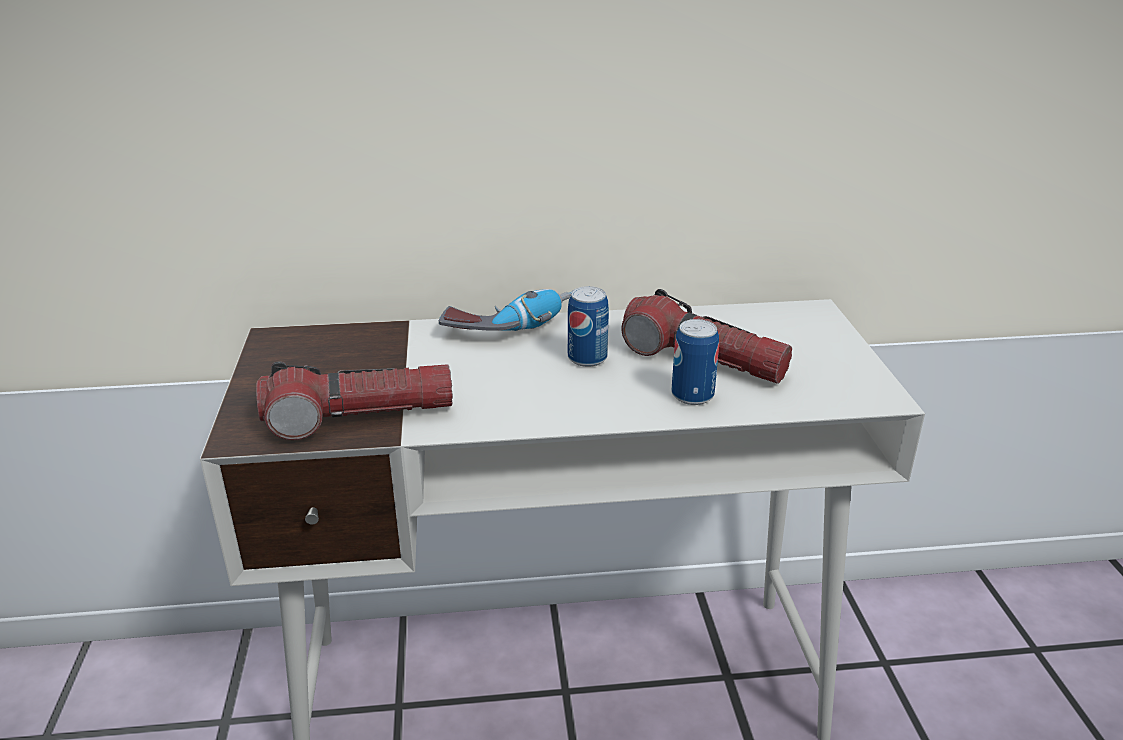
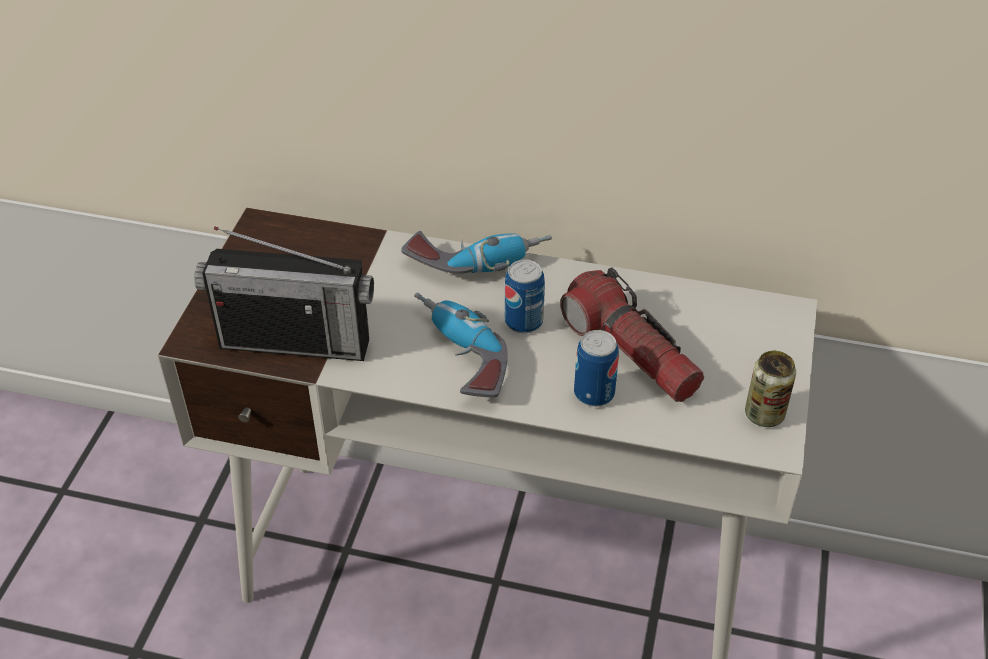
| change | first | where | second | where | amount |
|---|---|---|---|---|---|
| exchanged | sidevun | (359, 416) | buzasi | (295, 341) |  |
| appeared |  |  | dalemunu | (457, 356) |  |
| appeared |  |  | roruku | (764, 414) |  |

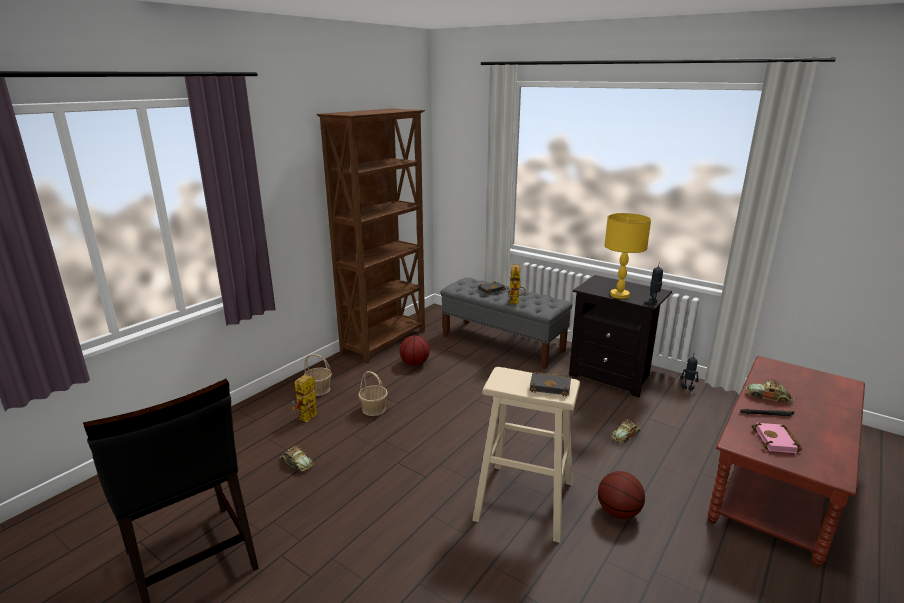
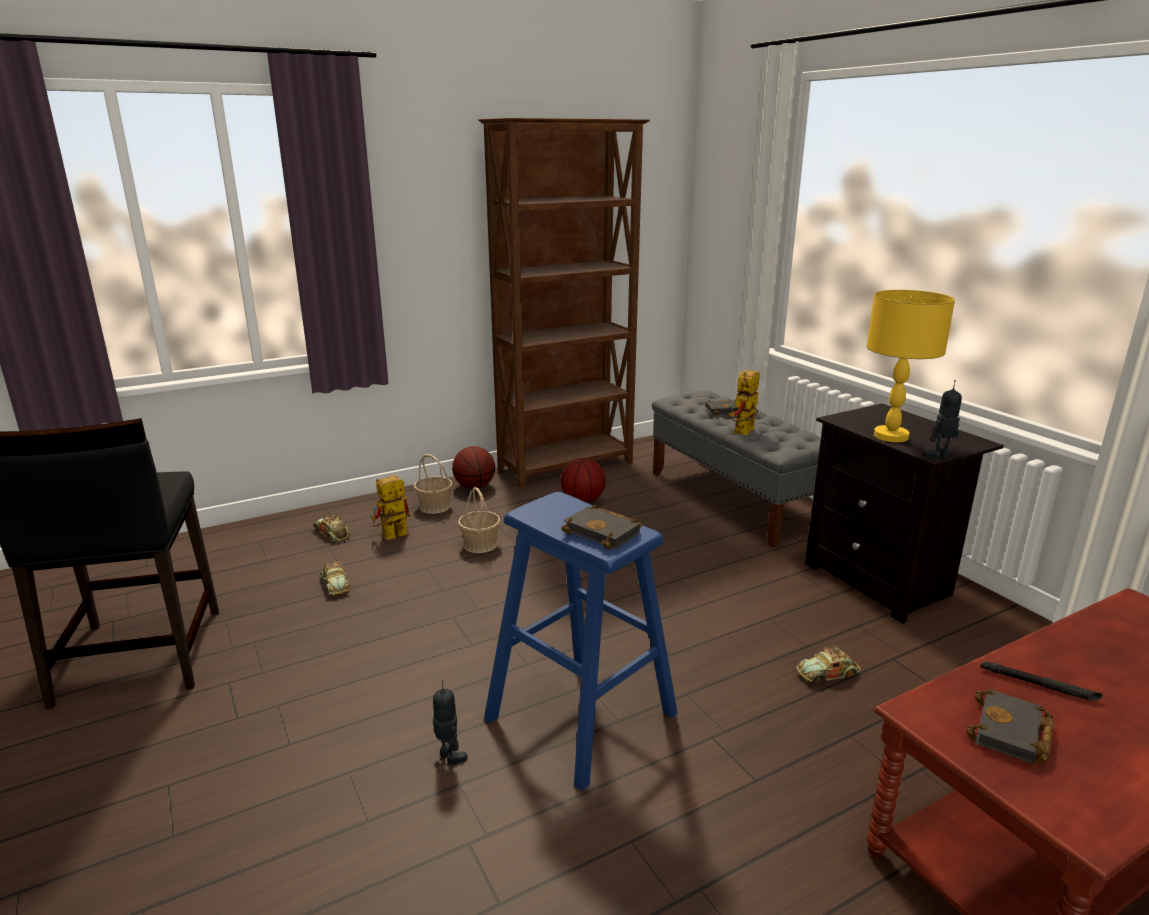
| change | first | where | second | where | amount |
|---|---|---|---|---|---|
| colour | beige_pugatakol | (525, 500) | blue_pugatakol | (581, 716) |  |
| relocated | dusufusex | (618, 512) |  | (474, 487) |  |
| relocated | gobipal | (687, 388) |  | (449, 757) |  |
| relocated | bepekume | (768, 397) |  | (332, 533) |  |
| colour | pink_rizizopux | (777, 441) | black_rizizopux | (1012, 734) |  |

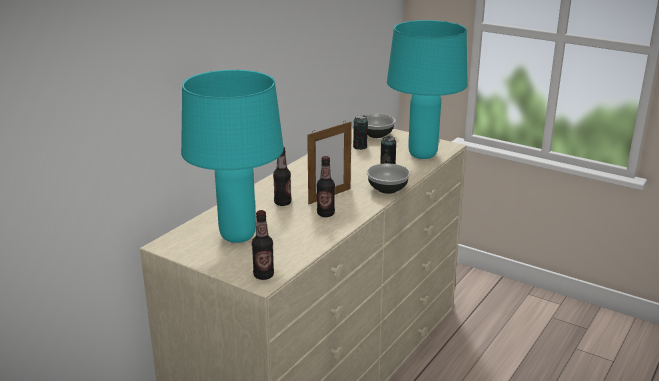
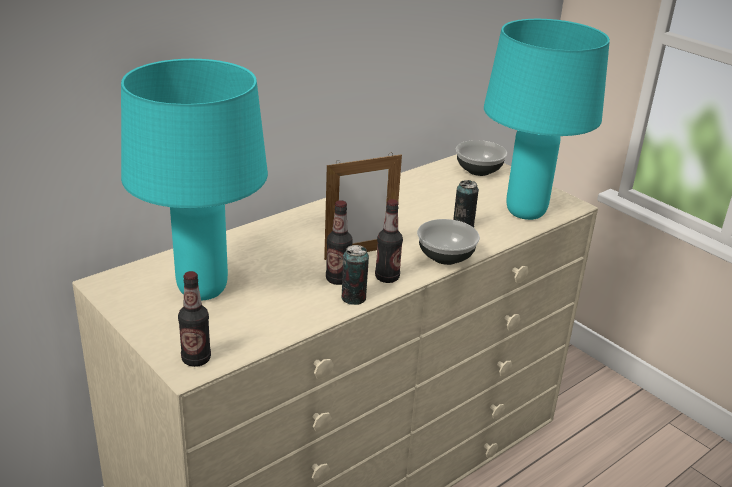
| change | first | where | second | where | amount |
|---|---|---|---|---|---|
| relocated | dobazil | (282, 203) |  | (387, 277) |  |
| relocated | roruku | (360, 147) |  | (353, 298) |  |

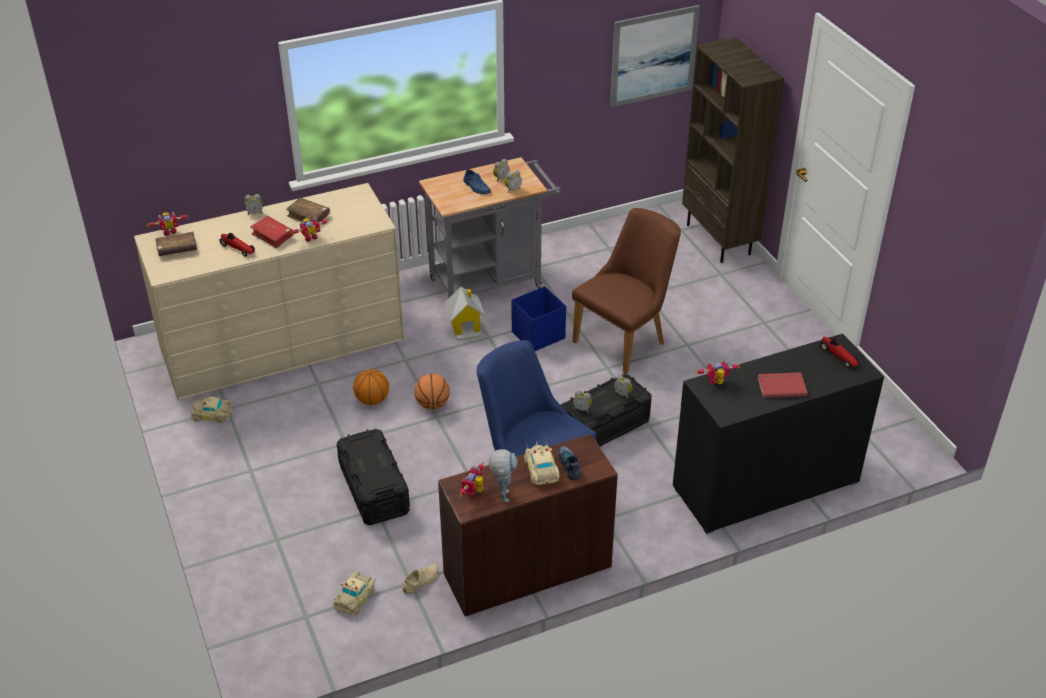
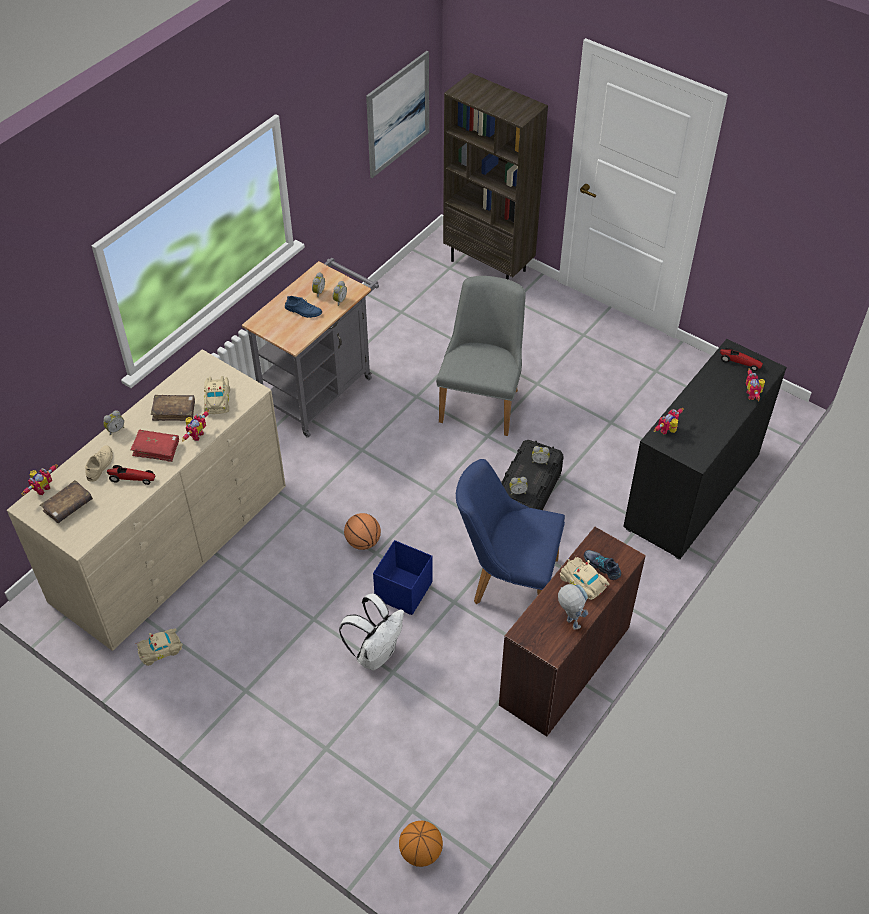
| change | first | where | second | where | amount |
|---|---|---|---|---|---|
| relocated | beige_bepekume | (356, 597) |  | (218, 399) |  |
| exchanged | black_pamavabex | (374, 489) | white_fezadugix | (376, 653) |  |
| relocated | dusufusex | (372, 400) |  | (421, 852) |  |
| relocated | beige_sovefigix | (421, 581) |  | (100, 465) |  |
| missing | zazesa | (466, 328) |  |  |  |
| relocated | gobipal | (474, 492) |  | (753, 394) |  |
| relocated | blue_pamavabex | (537, 335) |  | (403, 591) |  |
| colour | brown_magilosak | (626, 339) | grey_magilosak | (482, 400) |  |
| missing | red_rizizopux | (781, 386) |  |  |  |

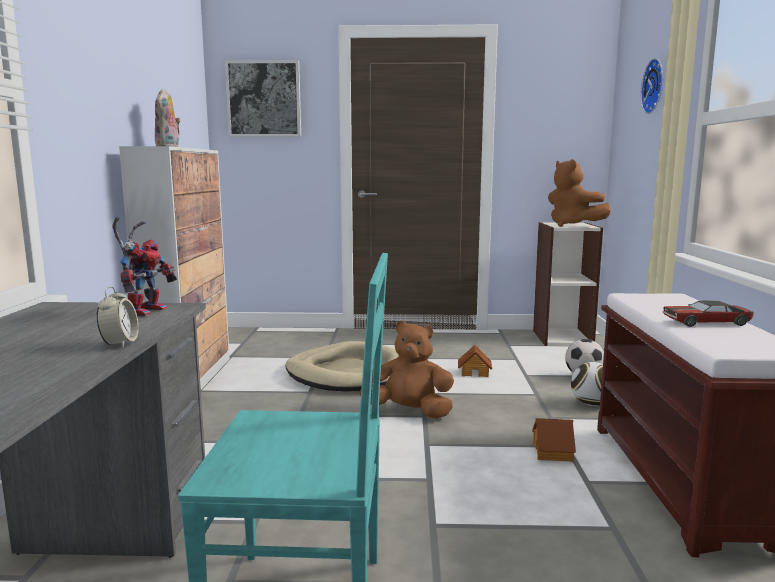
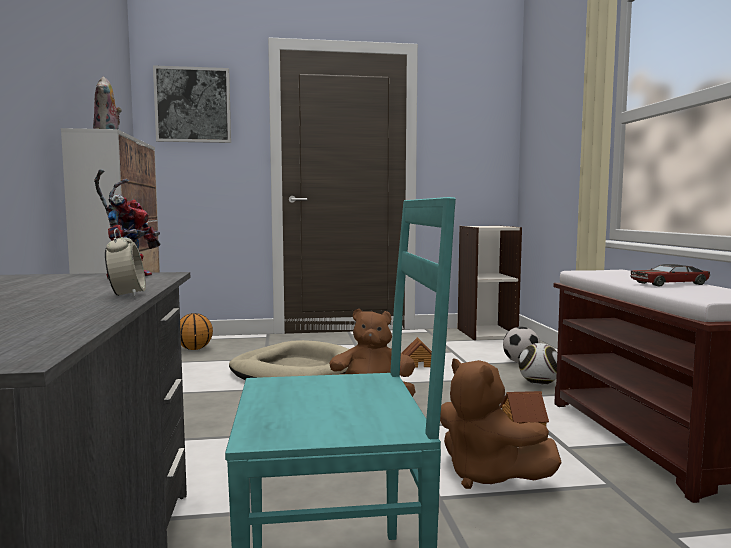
| change | first | where | second | where | amount |
|---|---|---|---|---|---|
| relocated | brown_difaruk | (572, 225) |  | (487, 476) |  |
| missing | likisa | (655, 86) |  |  |  |
| appeared |  |  | dusufusex | (194, 349) |  |

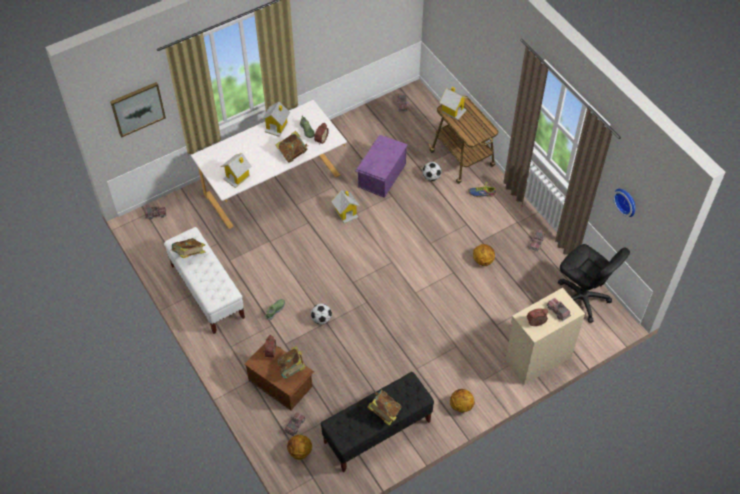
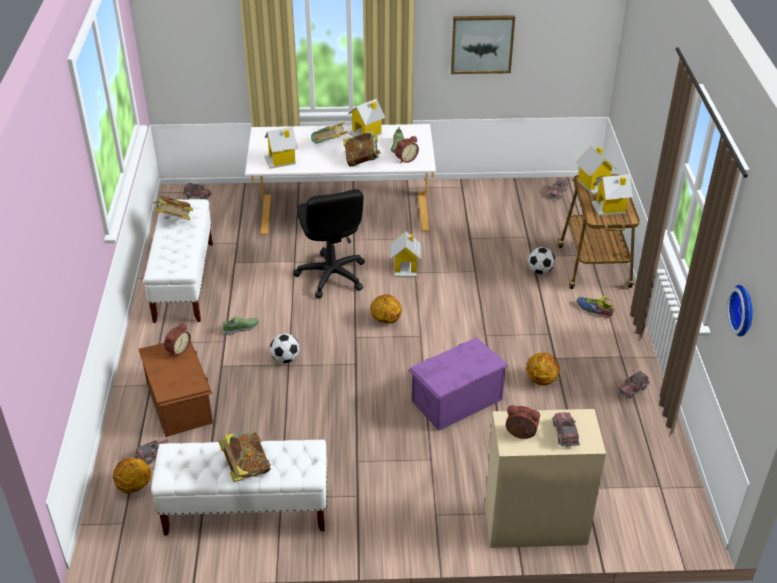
| change | first | where | second | where | amount |
|---|---|---|---|---|---|
| relocated | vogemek | (137, 108) |  | (482, 44) |  |
| relocated | rizizopux | (292, 368) |  | (329, 146) |  |
| colour | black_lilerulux | (377, 432) | white_lilerulux | (246, 510) |  |
| relocated | purple_pamavabex | (381, 175) |  | (455, 400) |  |
| relocated | dusufusex | (461, 406) |  | (385, 320) |  |
| relocated | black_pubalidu | (581, 298) |  | (331, 276) |  |
| appeared |  |  | zazesa | (610, 208) |  |

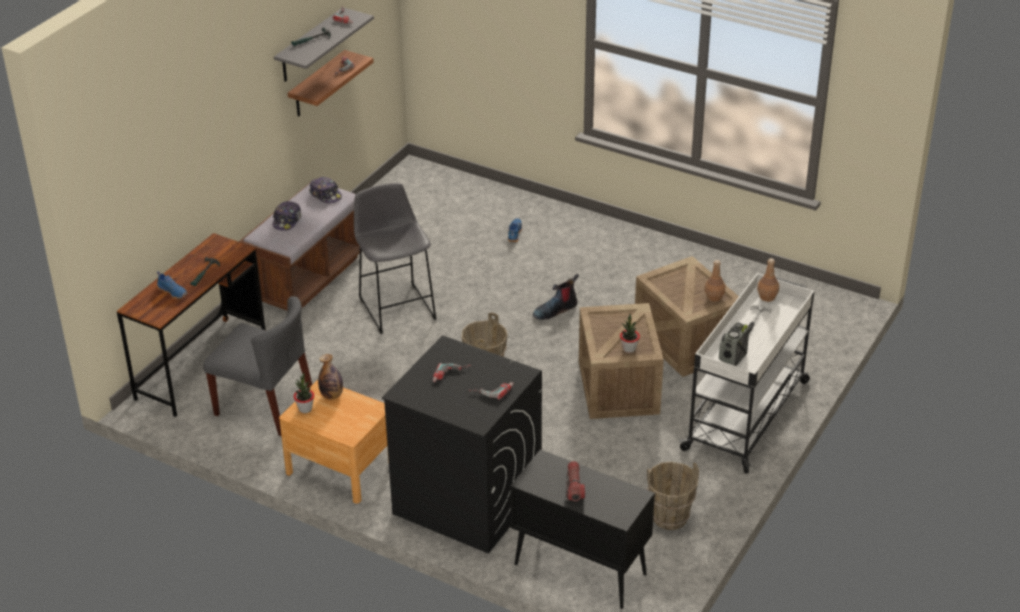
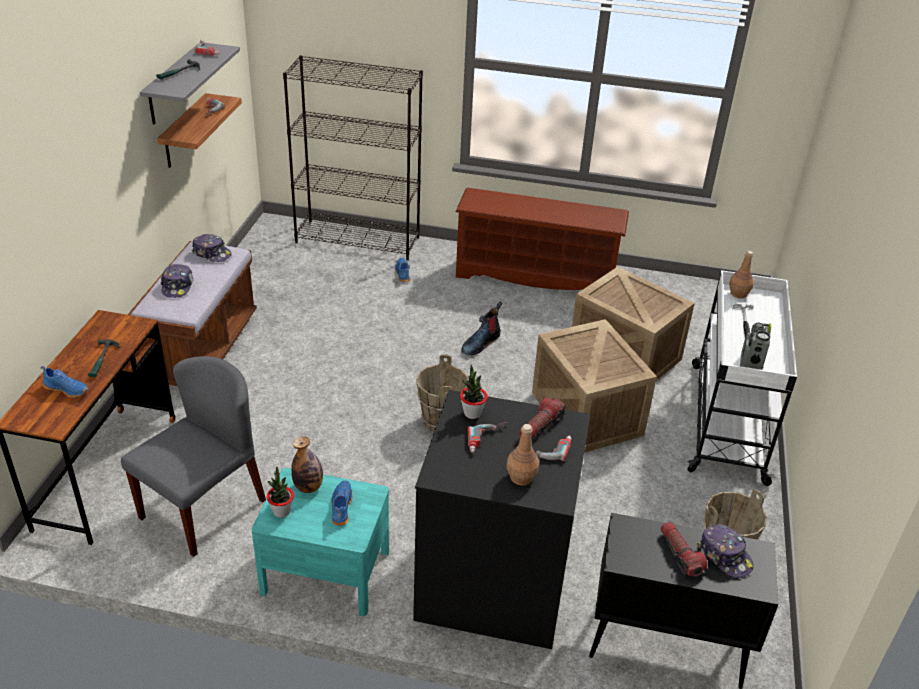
| change | first | where | second | where | amount |
|---|---|---|---|---|---|
| spun | grey_magilosak | (265, 406) |  | (203, 508) | 60 degrees counterclockwise |
| colour | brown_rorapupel | (340, 468) | turquoise_rorapupel | (325, 571) |  |
| missing | grey_pugatakol | (396, 305) |  |  |  |
| relocated | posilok | (629, 349) |  | (472, 413) |  |
| relocated | brown_dobazil | (713, 297) |  | (521, 477) |  |
| appeared |  |  | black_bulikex | (358, 240) |  |
| appeared |  |  | blue_sovefigix | (340, 507) |  |
| appeared |  |  | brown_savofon | (536, 276) |  |
| appeared |  |  | sidevun | (540, 426) |  |
| appeared |  |  | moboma | (724, 556) |  |

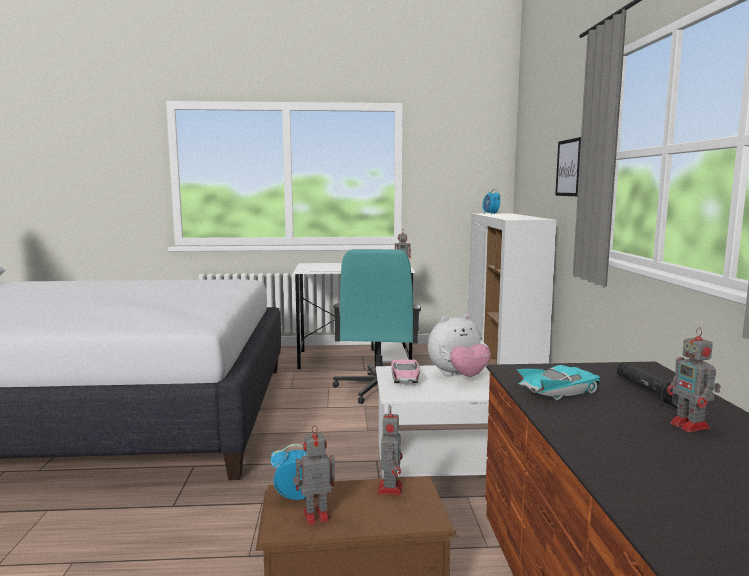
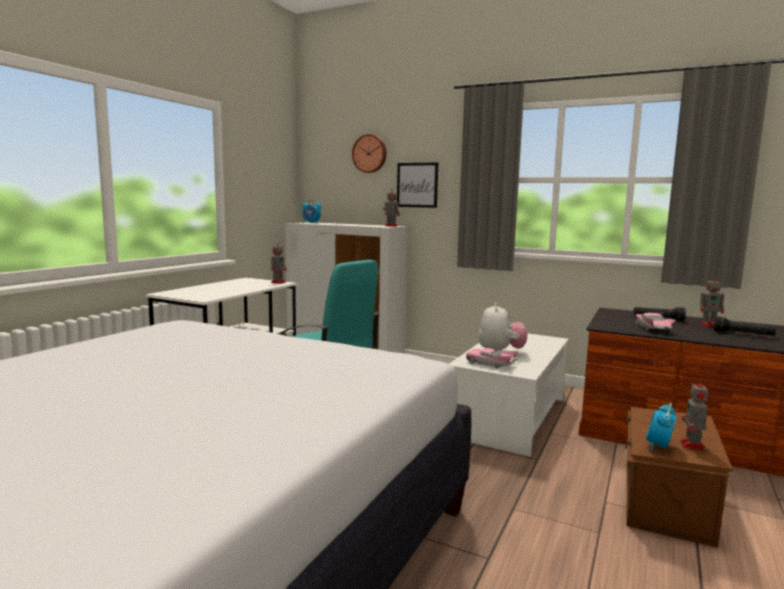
| change | first | where | second | where | amount |
|---|---|---|---|---|---|
| relocated | gobipal | (390, 488) |  | (390, 226) |  |
| colour | turquoise_bepekume | (559, 392) | pink_bepekume | (652, 328) |  |
| appeared |  |  | likisa | (370, 154) |  |
| appeared |  |  | black_sidevun | (743, 334) |  |

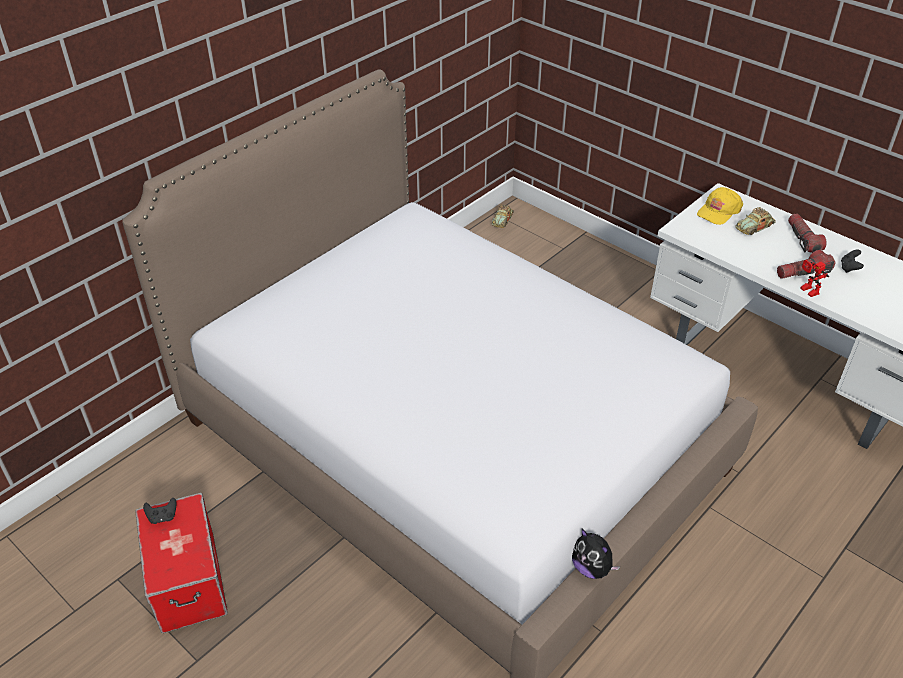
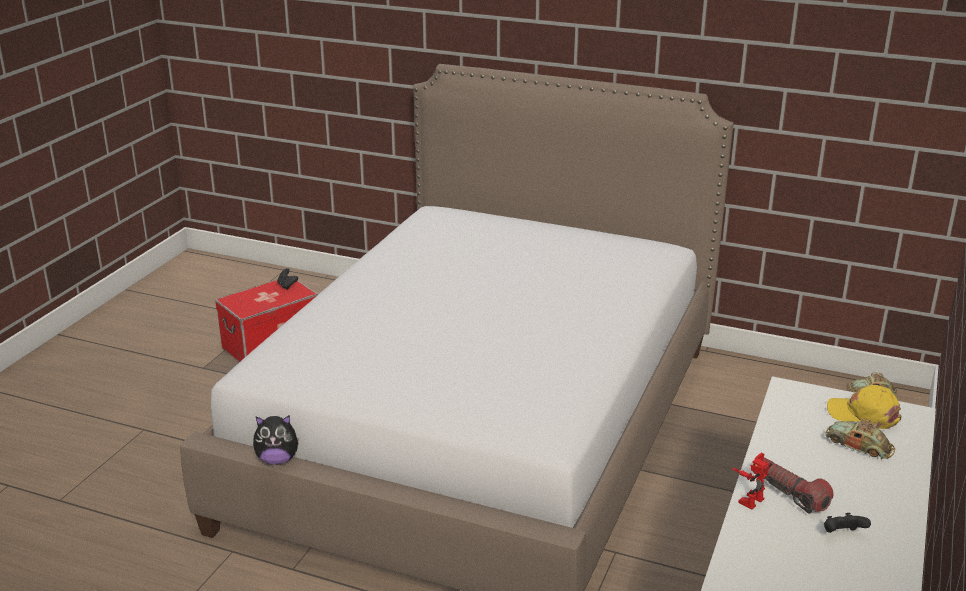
| change | first | where | second | where | amount |
|---|---|---|---|---|---|
| spun | difaruk | (591, 568) |  | (278, 460) | 120 degrees counterclockwise |
| missing | sidevun | (803, 239) |  |  |  |

